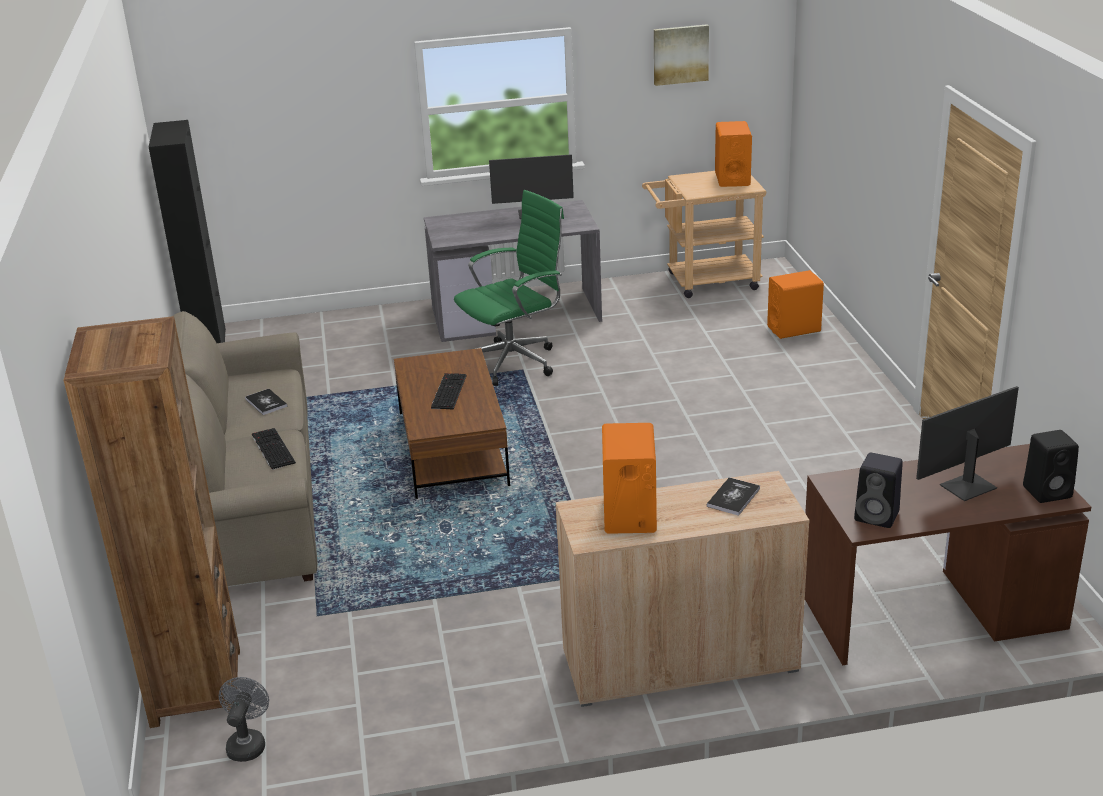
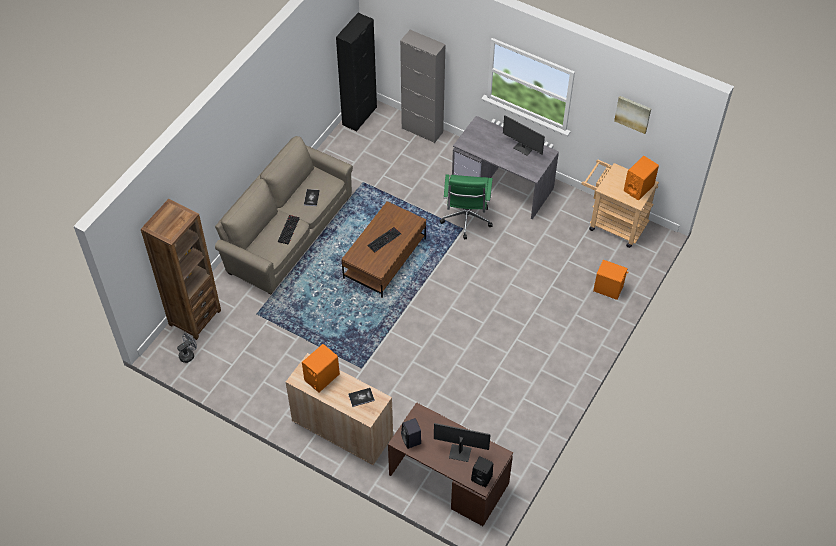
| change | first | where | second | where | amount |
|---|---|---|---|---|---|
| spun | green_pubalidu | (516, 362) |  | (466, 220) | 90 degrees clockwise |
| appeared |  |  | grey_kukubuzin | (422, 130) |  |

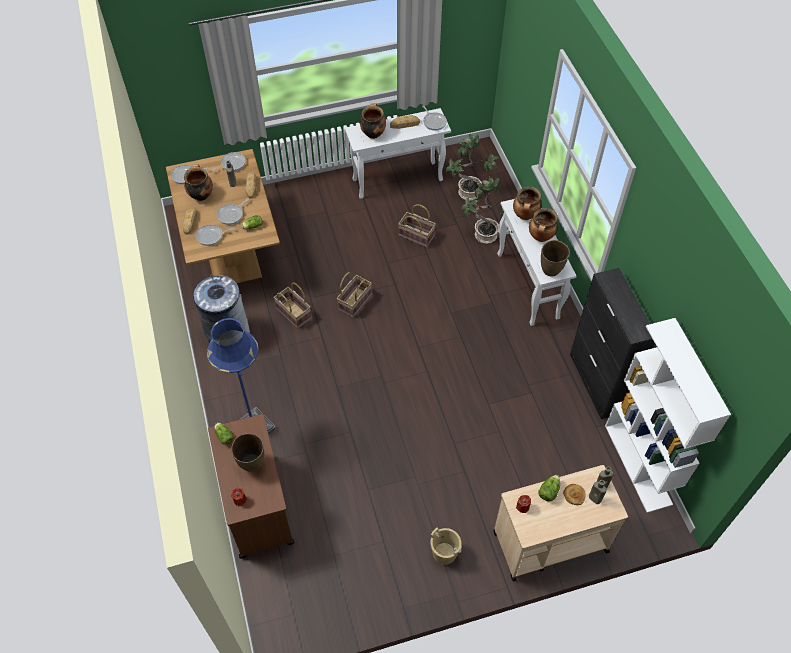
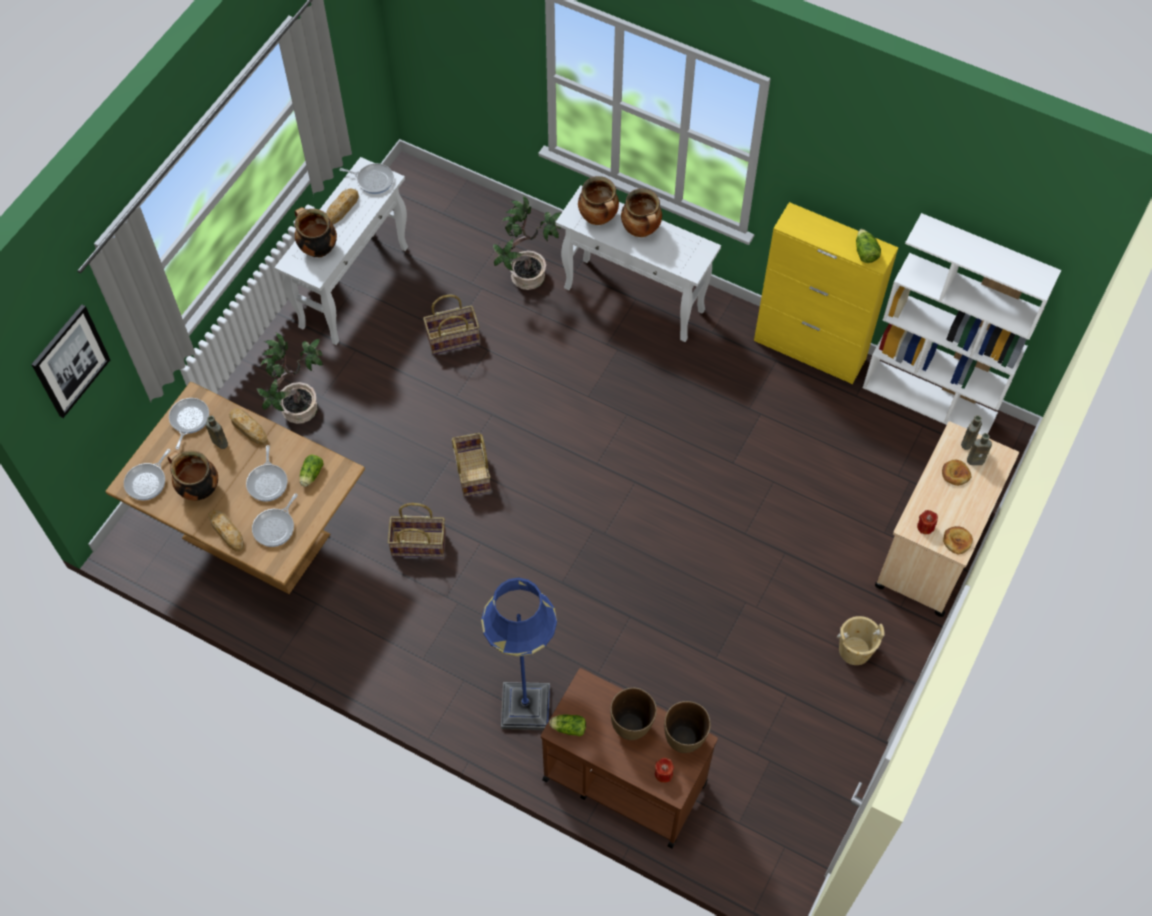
| change | first | where | second | where | amount |
|---|---|---|---|---|---|
| missing | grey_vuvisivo | (227, 333) |  |  |  |
| relocated | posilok | (468, 193) |  | (300, 410) |  |
| relocated | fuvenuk | (548, 491) |  | (865, 252) |  |
| relocated | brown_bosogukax | (551, 270) |  | (684, 740) |  |
| colour | black_kukubuzin | (596, 383) | yellow_kukubuzin | (810, 350) |  |
| appeared |  |  | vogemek | (70, 361) |  |
| appeared |  |  | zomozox | (957, 540) |  |

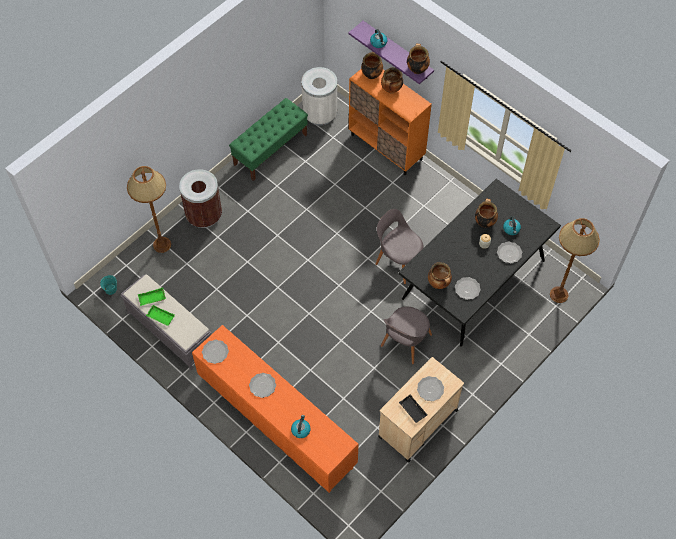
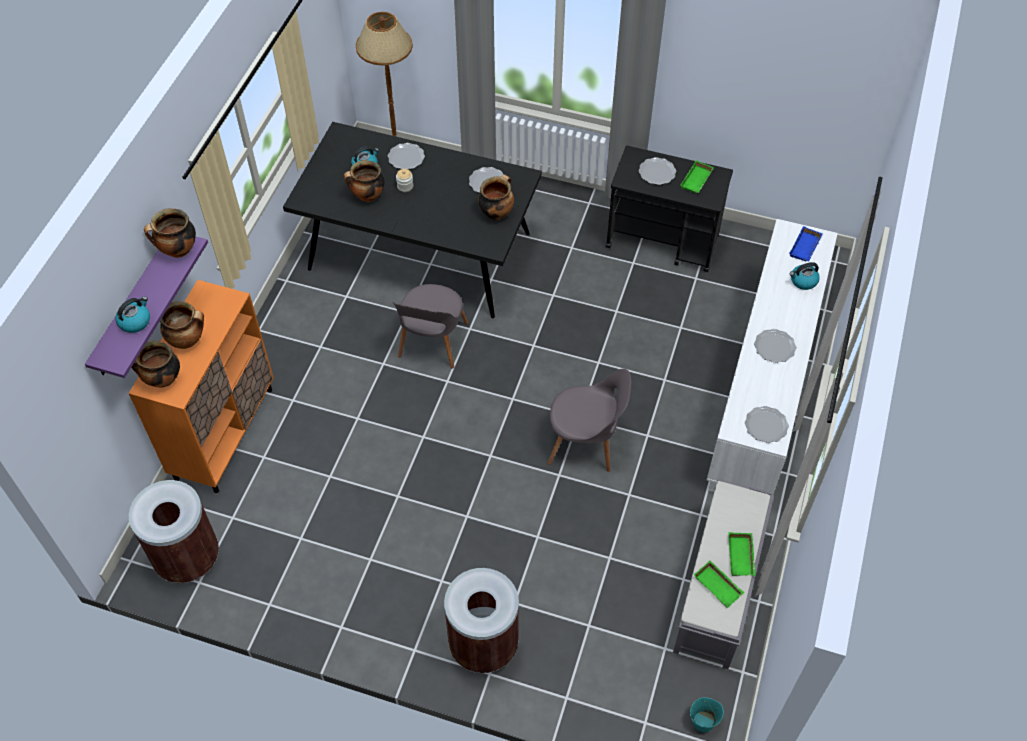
| change | first | where | second | where | amount |
|---|---|---|---|---|---|
| missing | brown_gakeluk | (162, 245) |  |  |  |
| colour | orange_kukubuzin | (276, 422) | white_kukubuzin | (764, 386) |  |
| missing | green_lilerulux | (270, 149) |  |  |  |
| colour | white_vuvisivo | (320, 114) | brown_vuvisivo | (187, 558) |  |
| colour | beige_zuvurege | (417, 424) | black_zuvurege | (663, 241) |  |
| relocated | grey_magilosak | (405, 342) |  | (585, 443) |  |
| colour | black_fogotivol | (412, 410) | green_fogotivol | (697, 180) |  |
| appeared |  |  | blue_fogotivol | (805, 248) |  |

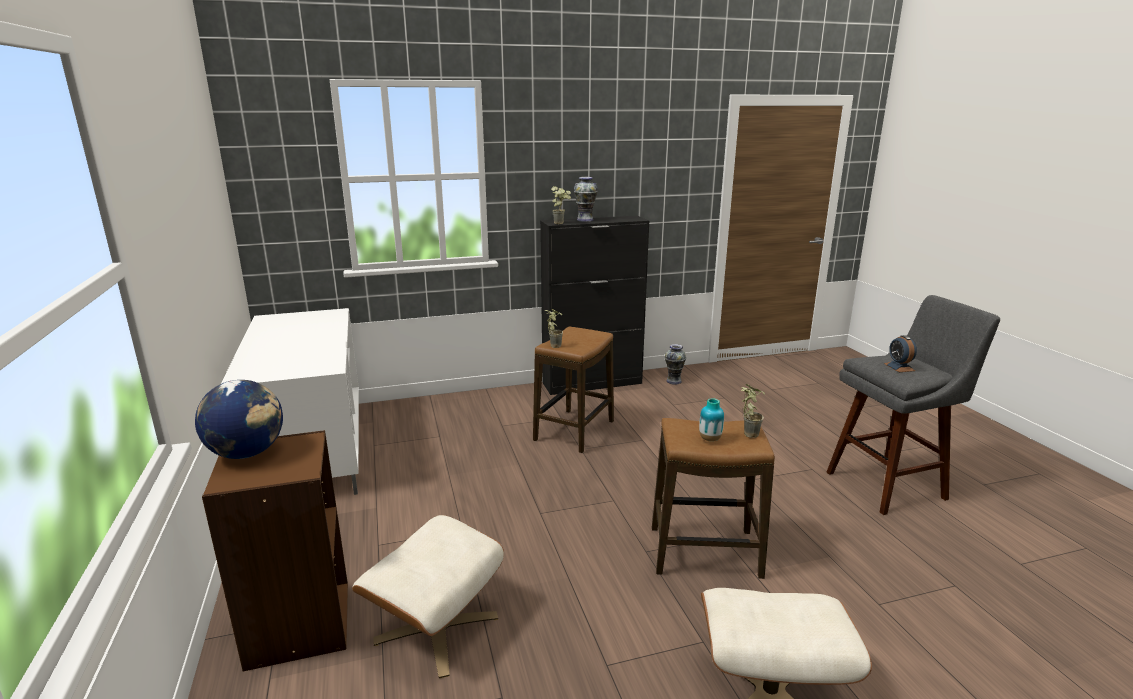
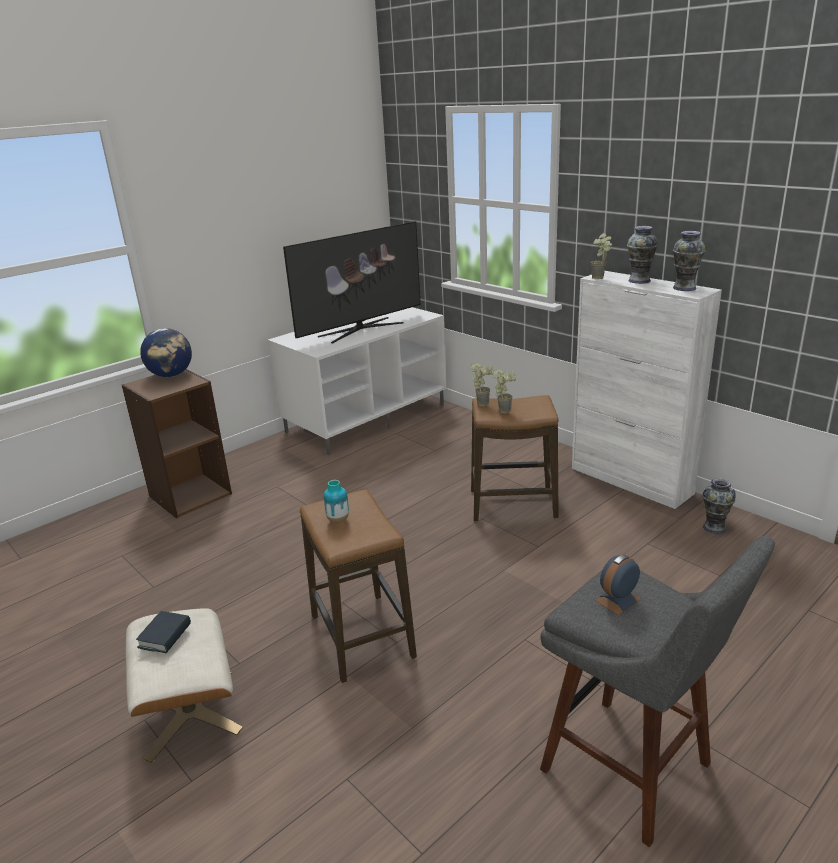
| change | first | where | second | where | amount |
|---|---|---|---|---|---|
| missing | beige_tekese | (436, 628) |  |  |  |
| colour | black_kukubuzin | (592, 383) | white_kukubuzin | (631, 481) |  |
| relocated | posilok | (747, 433) |  | (505, 410) |  |
| appeared |  |  | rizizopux | (165, 636) |  |
| appeared |  |  | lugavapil | (360, 330) |  |
| appeared |  |  | bosogukax | (684, 288) |  |

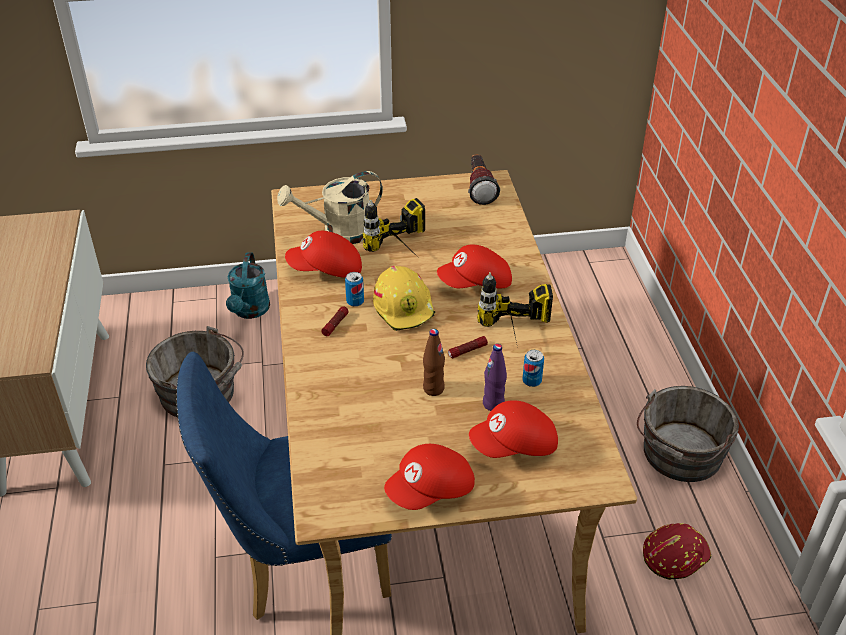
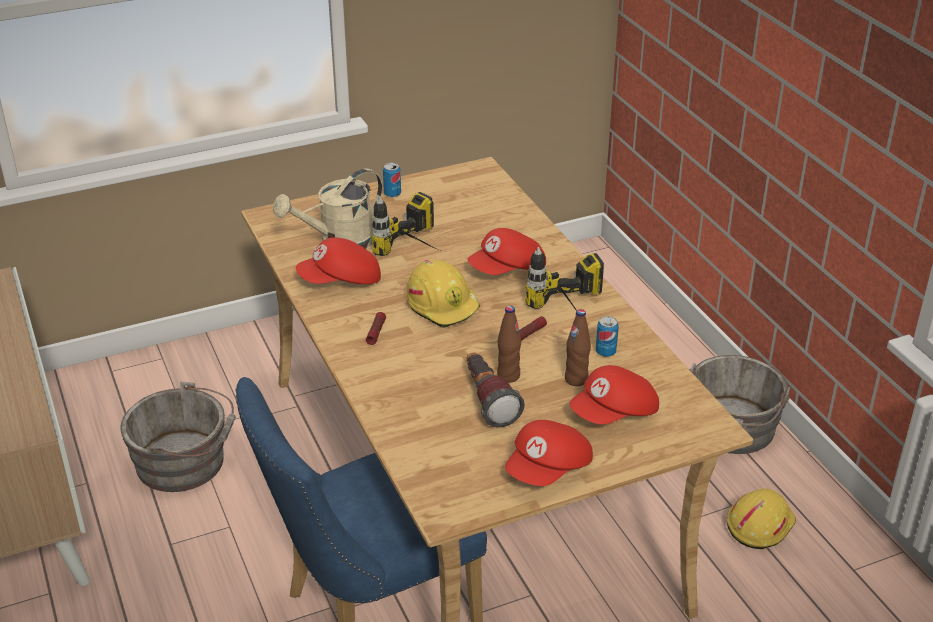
| change | first | where | second | where | amount |
|---|---|---|---|---|---|
| missing | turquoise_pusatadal | (250, 311) |  |  |  |
| relocated | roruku | (355, 302) |  | (392, 194) |  |
| relocated | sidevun | (479, 188) |  | (488, 401) |  |
| colour | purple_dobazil | (493, 404) | brown_dobazil | (576, 379) |  |
| colour | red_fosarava | (674, 554) | yellow_fosarava | (759, 524) |  |

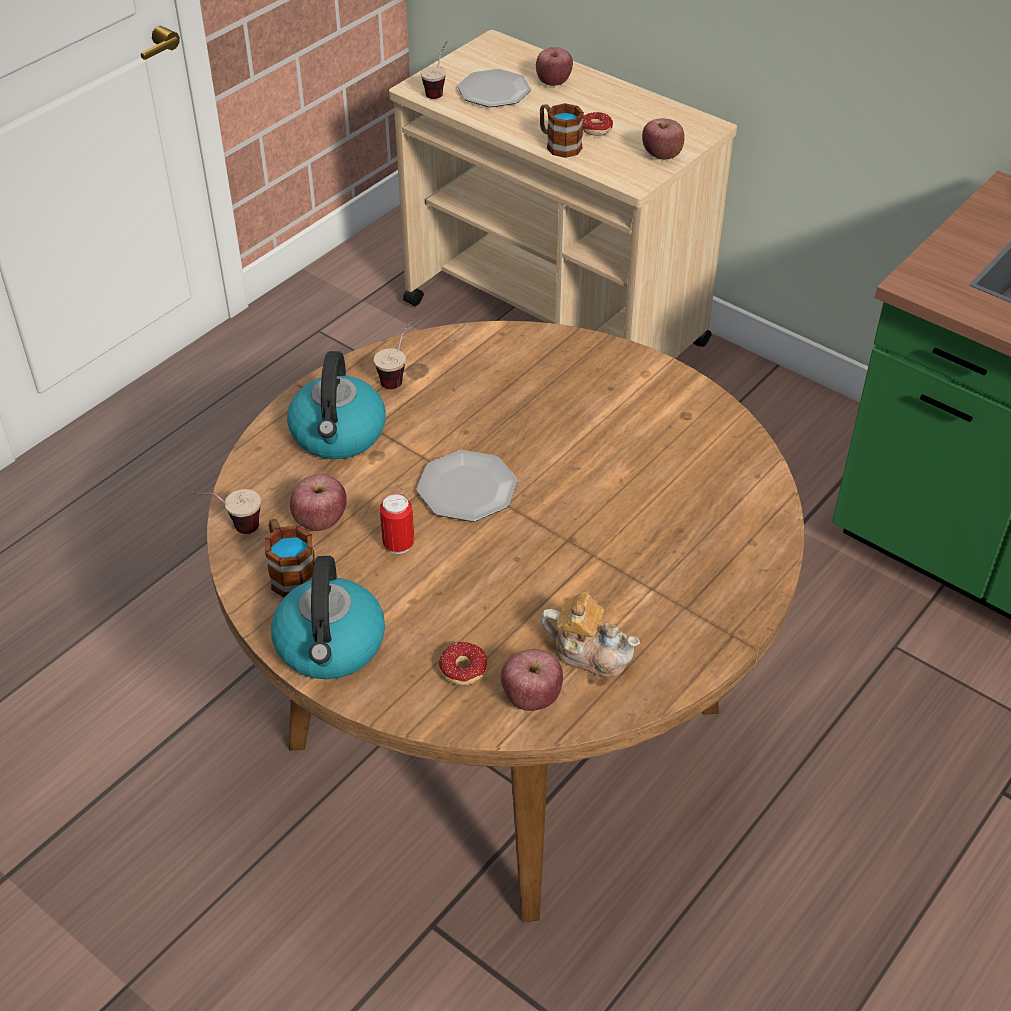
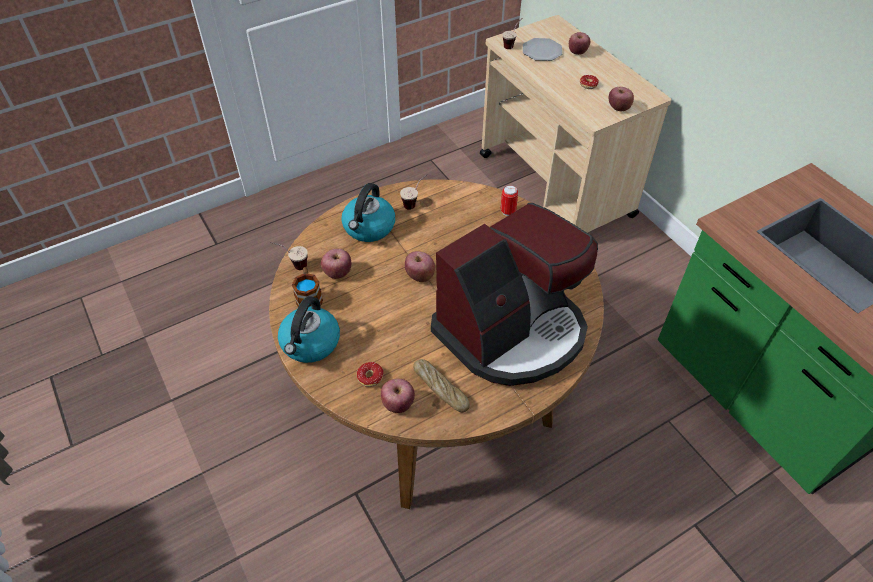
| change | first | where | second | where | amount |
|---|---|---|---|---|---|
| relocated | roruku | (398, 544) |  | (508, 211) |  |
| exchanged | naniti | (466, 489) | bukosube | (420, 276) |  |
| missing | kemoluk | (558, 145) |  |  |  |
| exchanged | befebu | (590, 653) | zomozox | (440, 388) |  |
| appeared |  |  | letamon | (512, 331) |  |

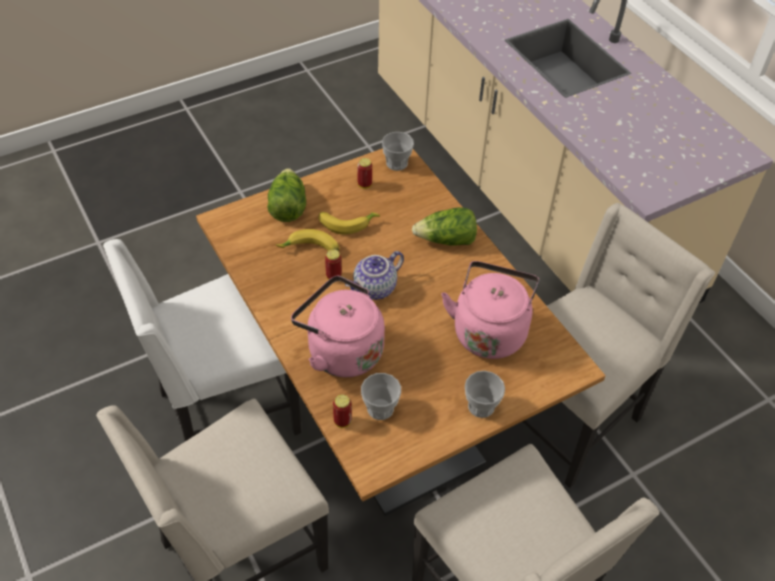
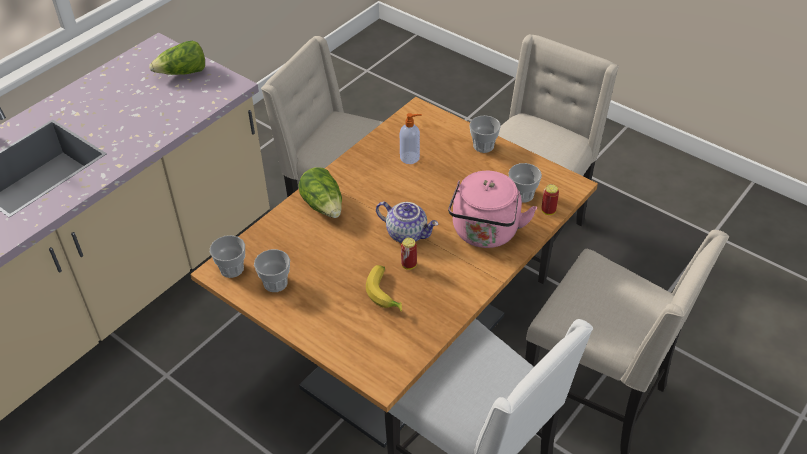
| change | first | where | second | where | amount |
|---|---|---|---|---|---|
| relocated | fuvenuk | (287, 206) |  | (183, 73) |  |
| missing | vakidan | (346, 223) |  |  |  |
| exchanged | roruku | (364, 185) | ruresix | (275, 283) |  |
| exchanged | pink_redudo | (489, 330) | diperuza | (410, 158) |  |

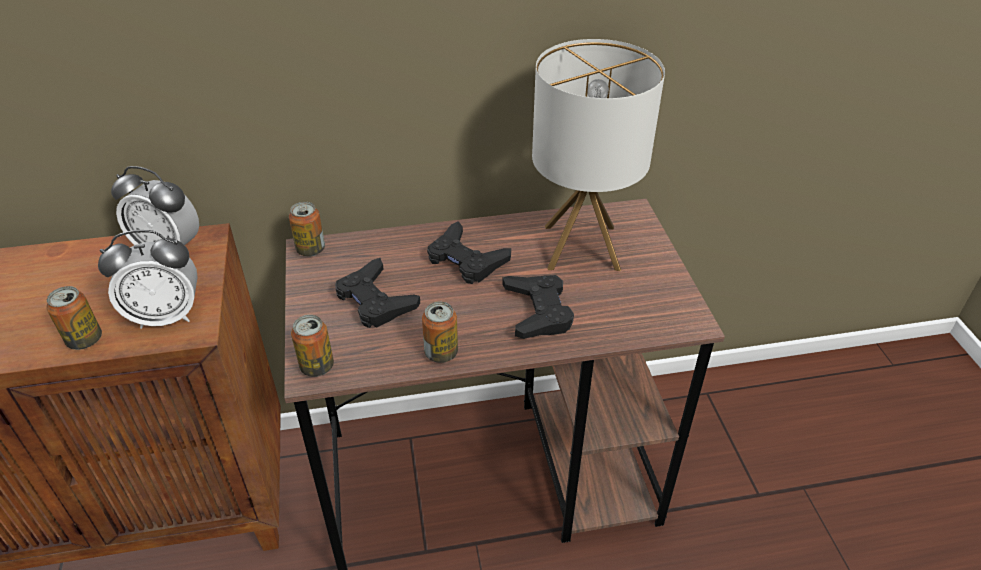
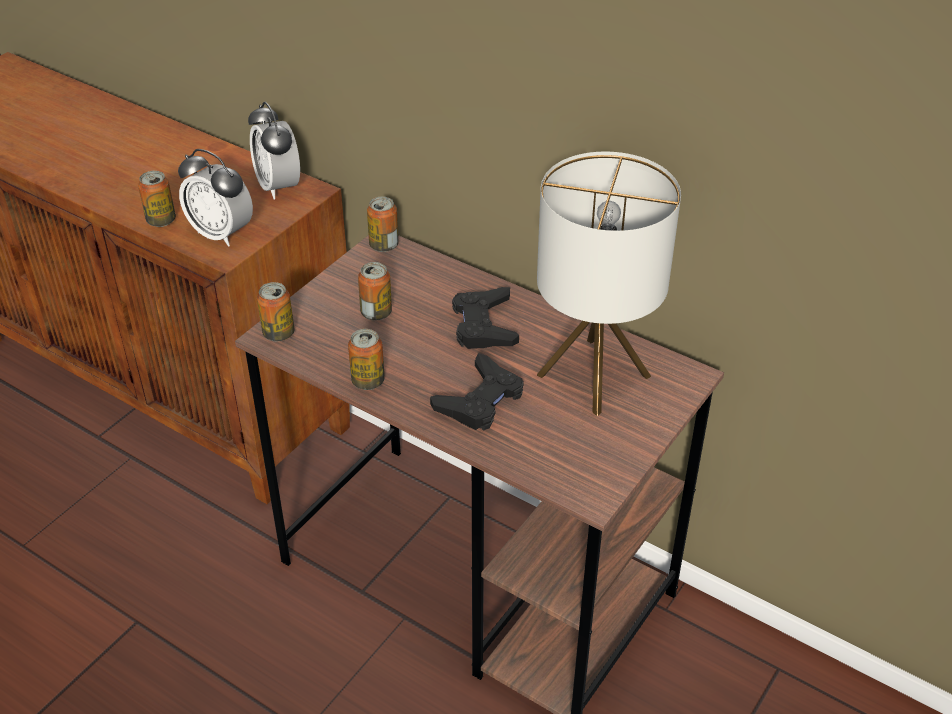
| change | first | where | second | where | amount |
|---|---|---|---|---|---|
| exchanged | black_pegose | (375, 300) | roruku | (376, 313) |  |

